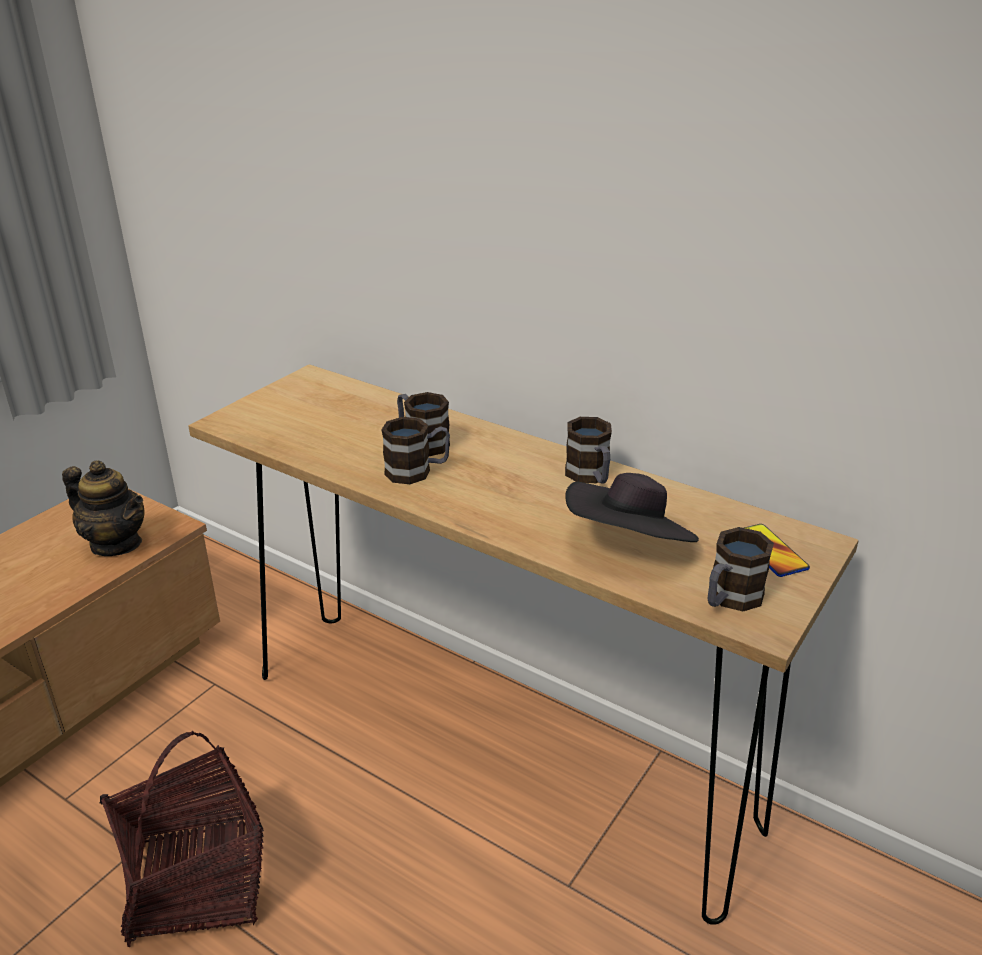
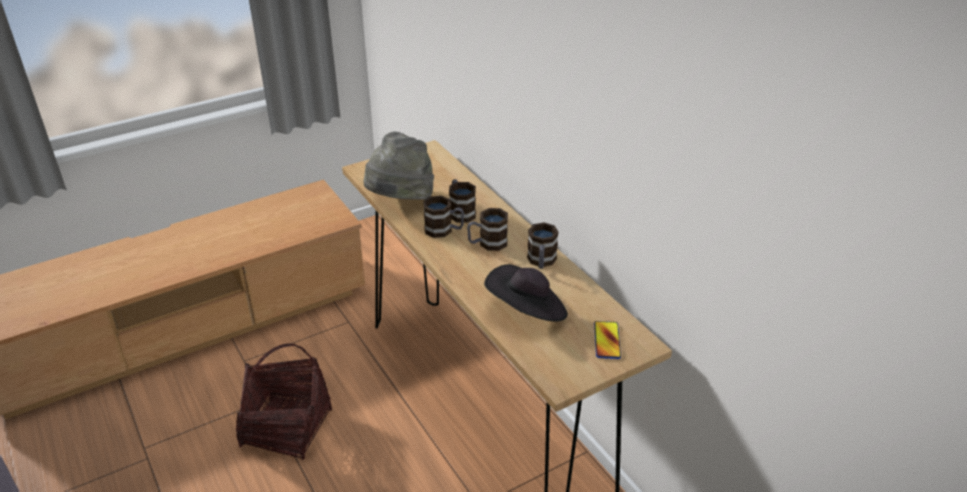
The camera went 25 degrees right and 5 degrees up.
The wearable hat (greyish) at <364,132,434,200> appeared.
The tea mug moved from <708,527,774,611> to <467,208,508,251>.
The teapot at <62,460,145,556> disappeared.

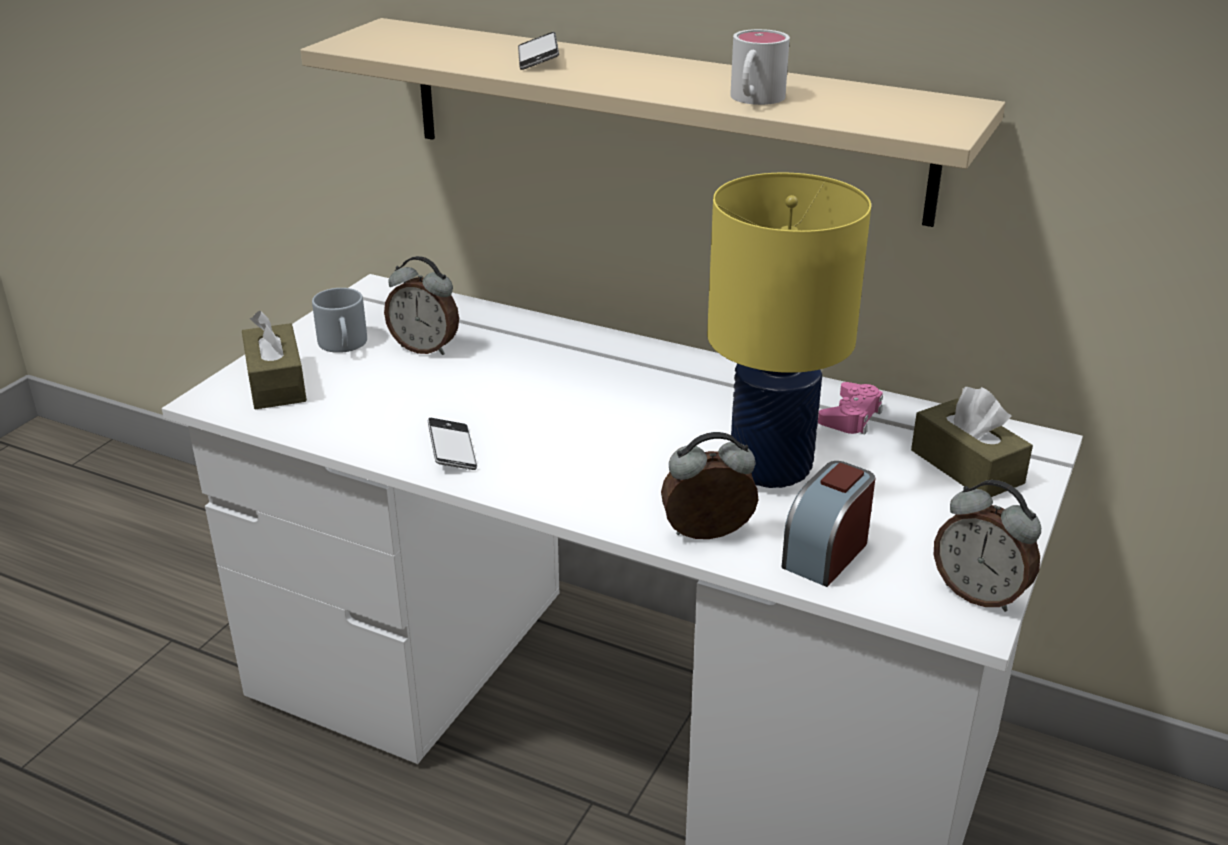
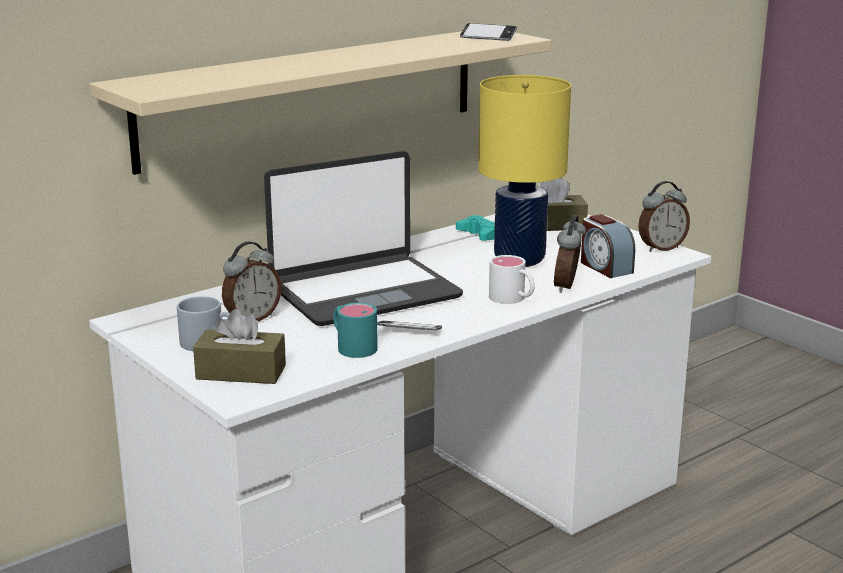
The camera went 65 degrees left and 10 degrees down.
The portable computer at <264,151,463,326> appeared.
The tea mug (turquoise) at <333,303,378,358> appeared.
The game controller (pink) at <818,382,883,434> became the game controller (turquoise) at <456,215,495,241>.
The phone moved from <518,32,559,70> to <460,23,517,41>.
The tea mug (white-coloured) moved from <730,29,790,105> to <489,255,535,304>.

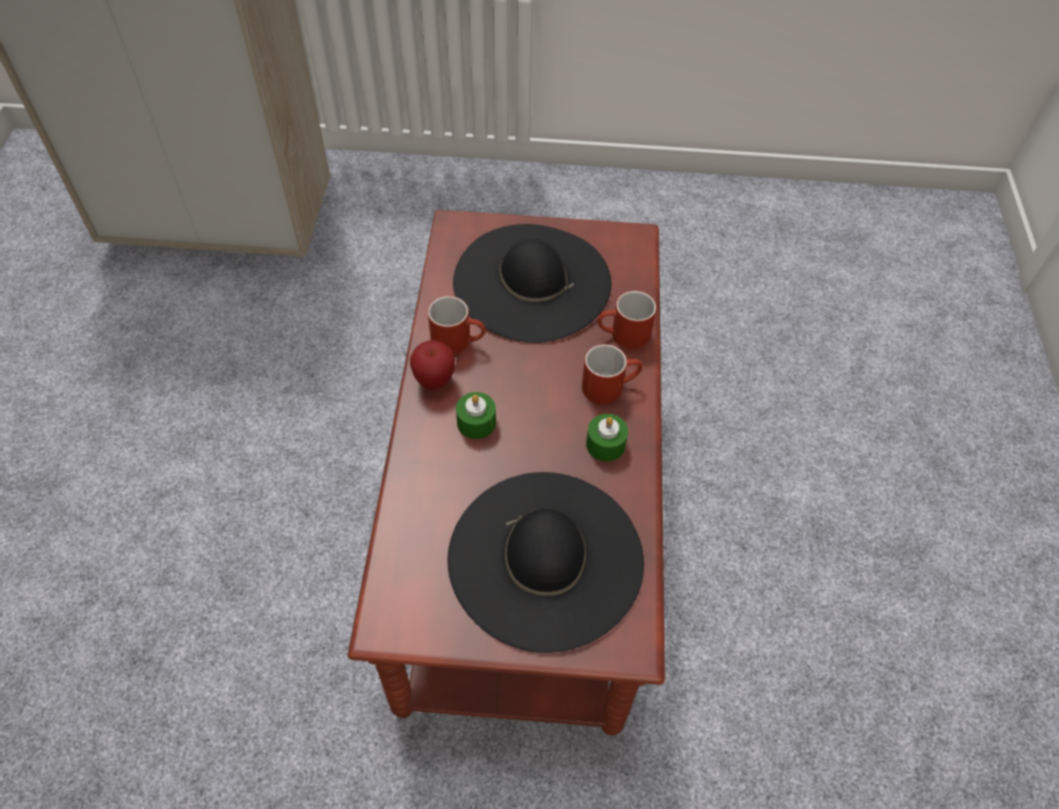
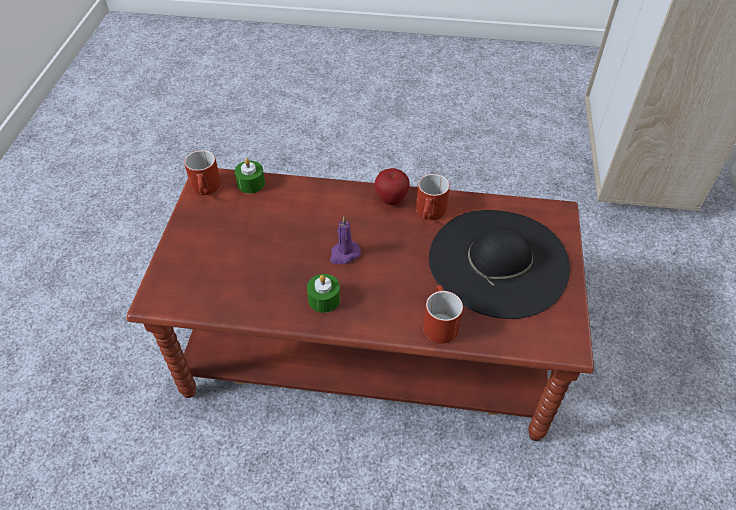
The camera went 95 degrees right and 5 degrees down.
The tea mug (red-coloured) moved from <582,344,643,404> to <184,150,221,195>.
The candle (green) moved from <456,392,496,439> to <235,158,265,193>.
The candle (purple-coloured) at <330,217,361,264> appeared.
The wearable hat (black) at <448,472,644,653> disappeared.

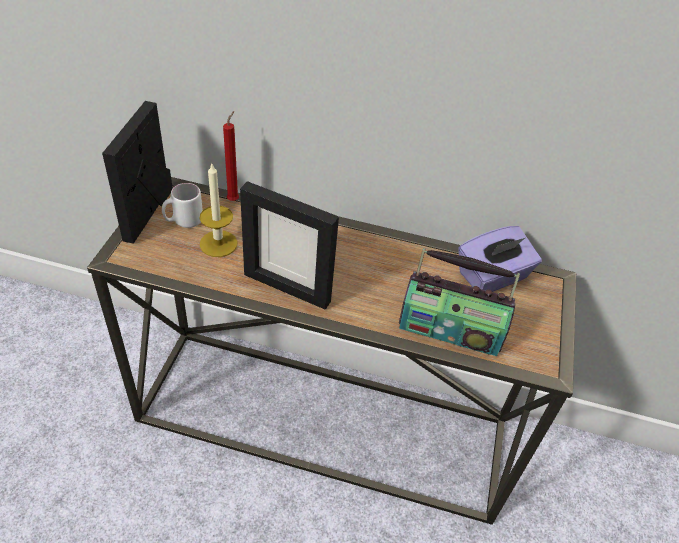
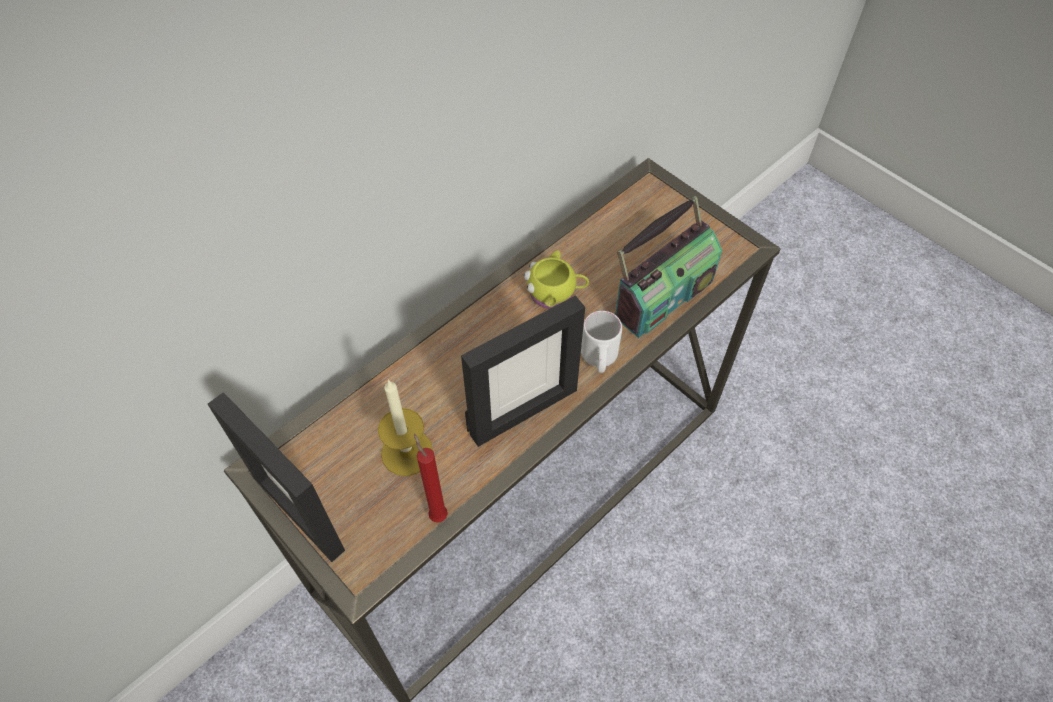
The camera went 55 degrees left and 10 degrees up.
The candle (red-coloured) moved from <223,111,239,201> to <414,434,448,523>.
The tea mug (yellow-coloured) at <524,251,589,309> appeared.
The tea mug (white-coloured) moved from <162,183,203,228> to <581,311,622,373>.
The tissue holder (purple-coloured) at <459,226,542,292> disappeared.

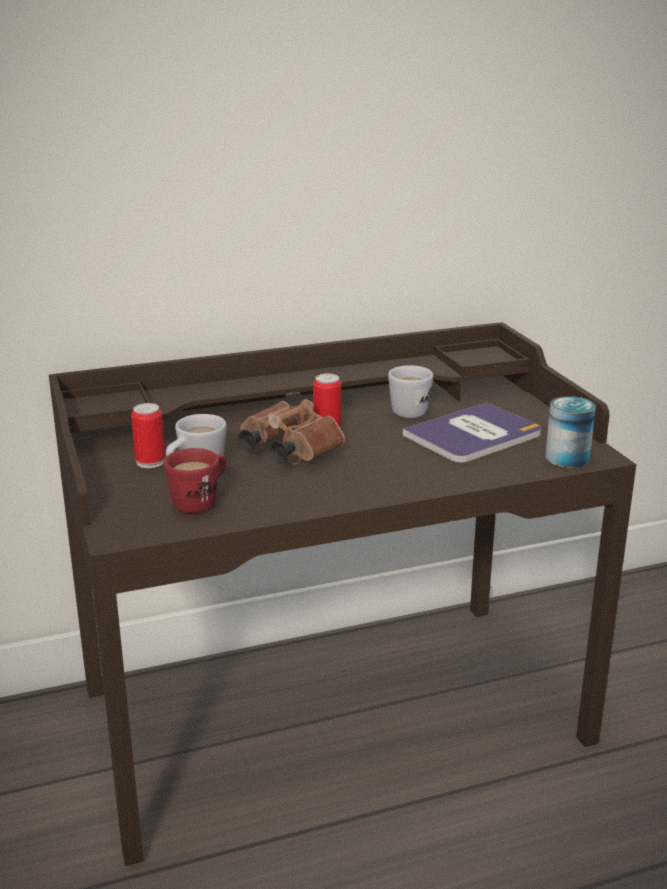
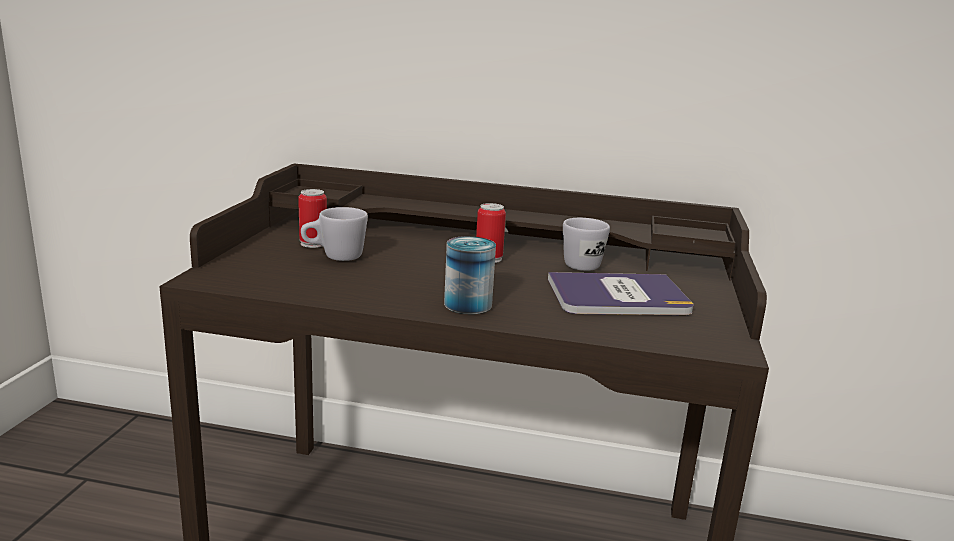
The camera went 30 degrees right and 5 degrees down.
The metal can moved from <545,396,596,468> to <444,236,496,314>.
The tea mug (red-coloured) at <164,448,226,513> disappeared.
The binoculars (brown) at <238,399,345,465> disappeared.

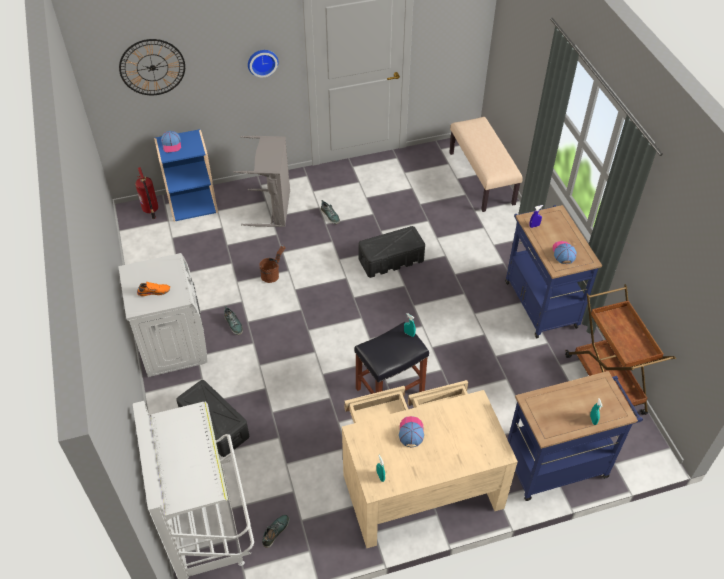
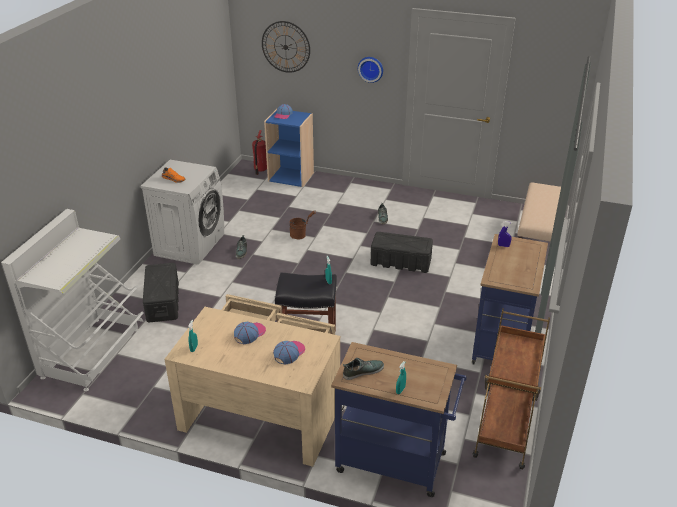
The camera went 35 degrees right and 15 degrees down.
The peaked cap moved from <552,241,577,264> to <273,341,305,365>.
The shoe moved from <262,515,290,548> to <343,358,384,380>.
The washing basket (greyish) at <233,135,290,227> disappeared.

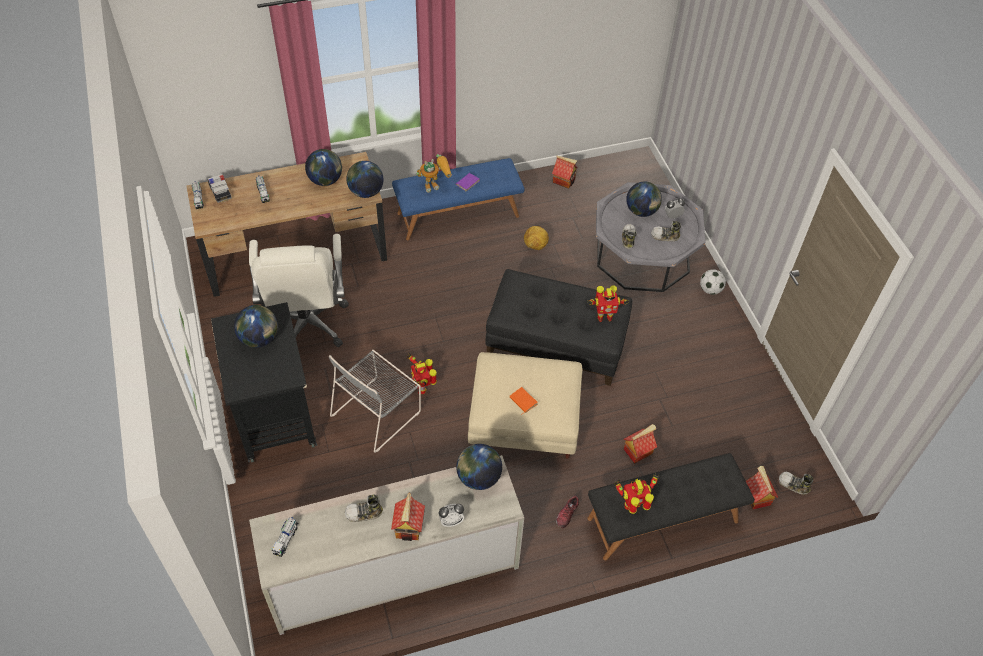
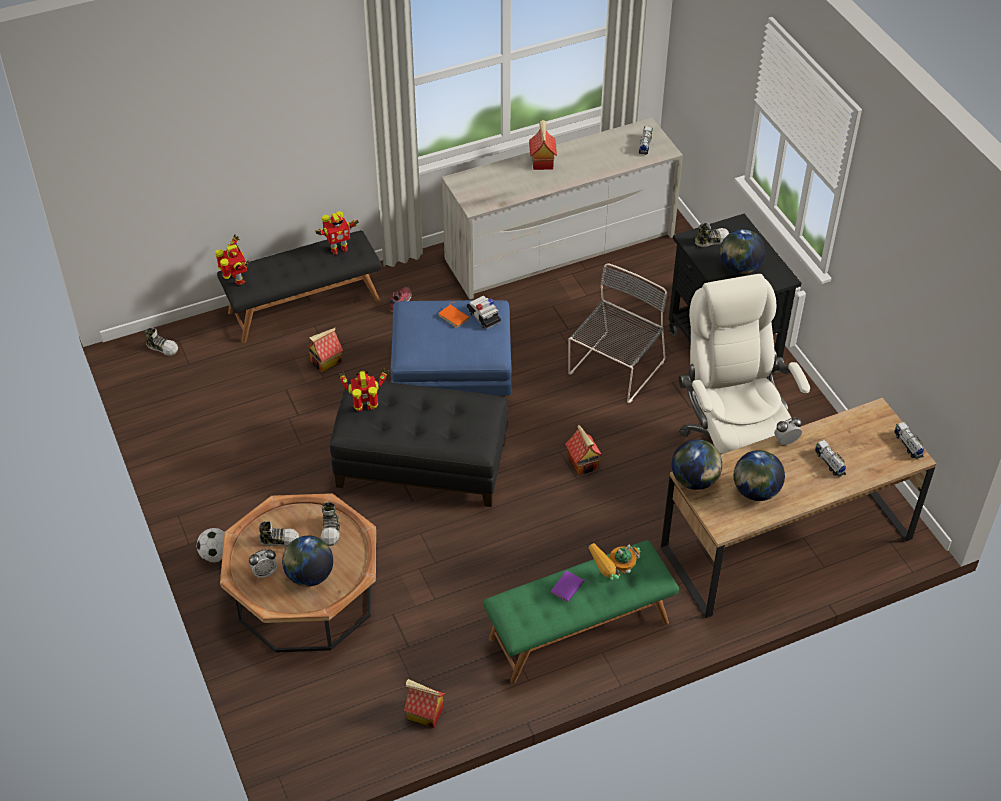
The camera went 175 degrees right and 5 degrees down.
The toy robot moved from <407,353,437,394> to <215,234,250,285>.
The low table (greyish) at <596,182,705,292> became the low table (brown) at <220,493,376,653>.
The pouffe (beige) at <468,352,582,459> became the pouffe (blue) at <391,300,512,397>.
The miniature car moved from <208,174,232,203> to <467,296,501,329>.
The long seat (blue) at <392,158,525,240> became the long seat (green) at <483,540,679,683>.
The miniature house moved from <746,466,778,510> to <565,424,602,475>.
The shoe moved from <344,495,383,522> to <695,223,729,247>.
The table clock moved from <438,504,464,527> to <774,417,802,445>.
The desk globe at <456,444,502,490> disappeared.
The football ball at <524,226,549,250> disappeared.

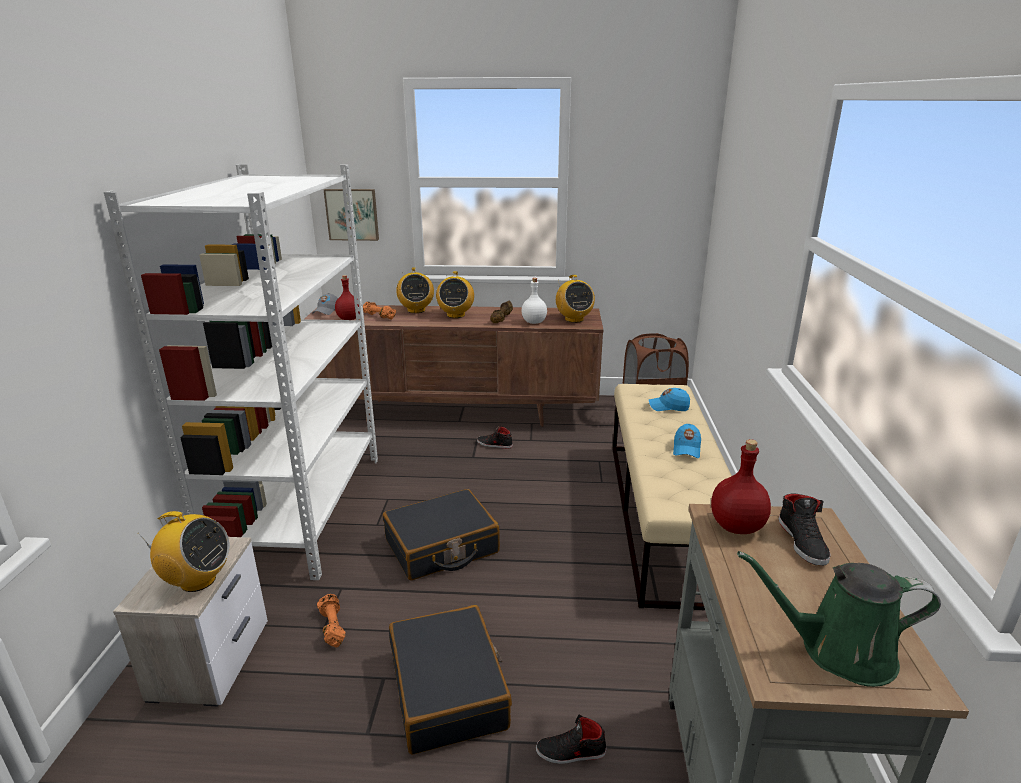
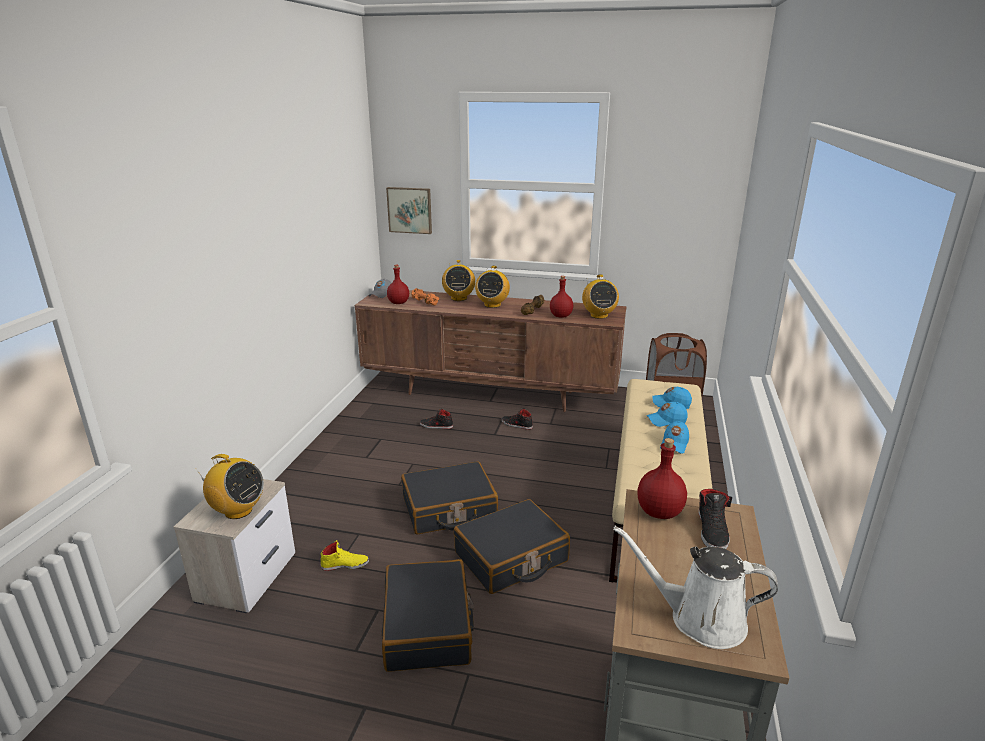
The camera went 10 degrees right and 0 degrees up.
The free weight (orangey) at <317,594,346,648> was replaced by the shoe (yellow-coloured) at <320,540,369,571>.
The shoe (black) moved from <536,714,606,764> to <420,408,453,429>.
The travel case (black) at <454,499,570,594> appeared.
The drink bottle (white-coloured) at <521,278,547,324> became the drink bottle (red-coloured) at <550,276,573,318>.
The watering can (green) at <737,551,941,687> became the watering can (white-coloured) at <613,526,778,649>.
The peaked cap (blue) at <647,402,688,427> appeared.
The bookshelf (white-coloured) at <104,164,378,580> disappeared.

